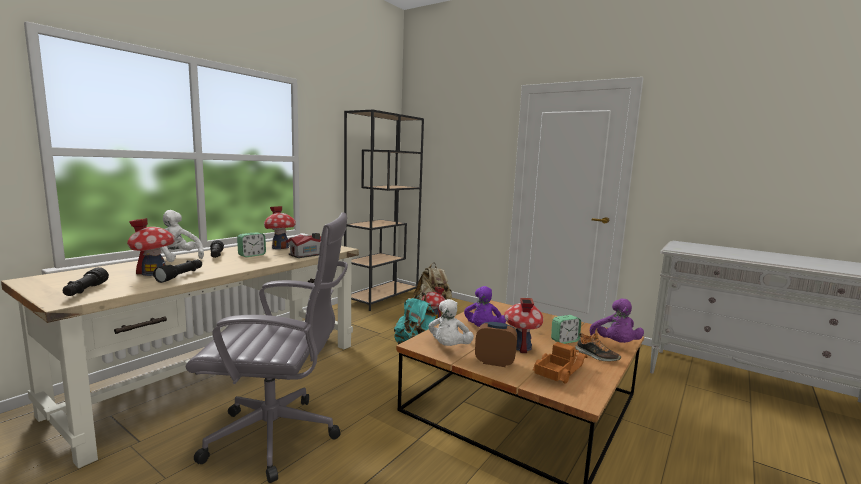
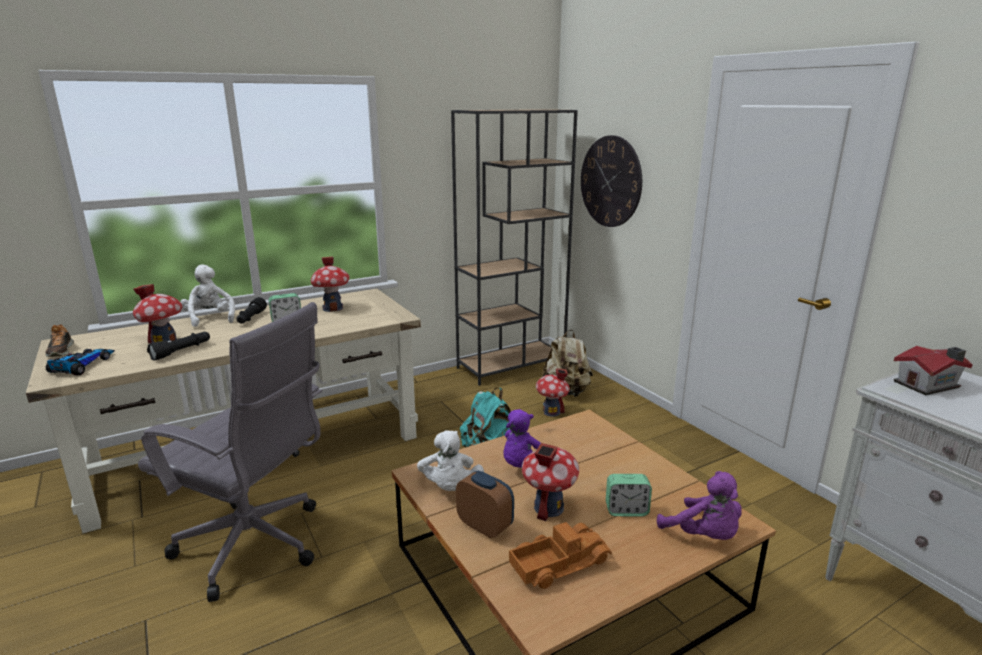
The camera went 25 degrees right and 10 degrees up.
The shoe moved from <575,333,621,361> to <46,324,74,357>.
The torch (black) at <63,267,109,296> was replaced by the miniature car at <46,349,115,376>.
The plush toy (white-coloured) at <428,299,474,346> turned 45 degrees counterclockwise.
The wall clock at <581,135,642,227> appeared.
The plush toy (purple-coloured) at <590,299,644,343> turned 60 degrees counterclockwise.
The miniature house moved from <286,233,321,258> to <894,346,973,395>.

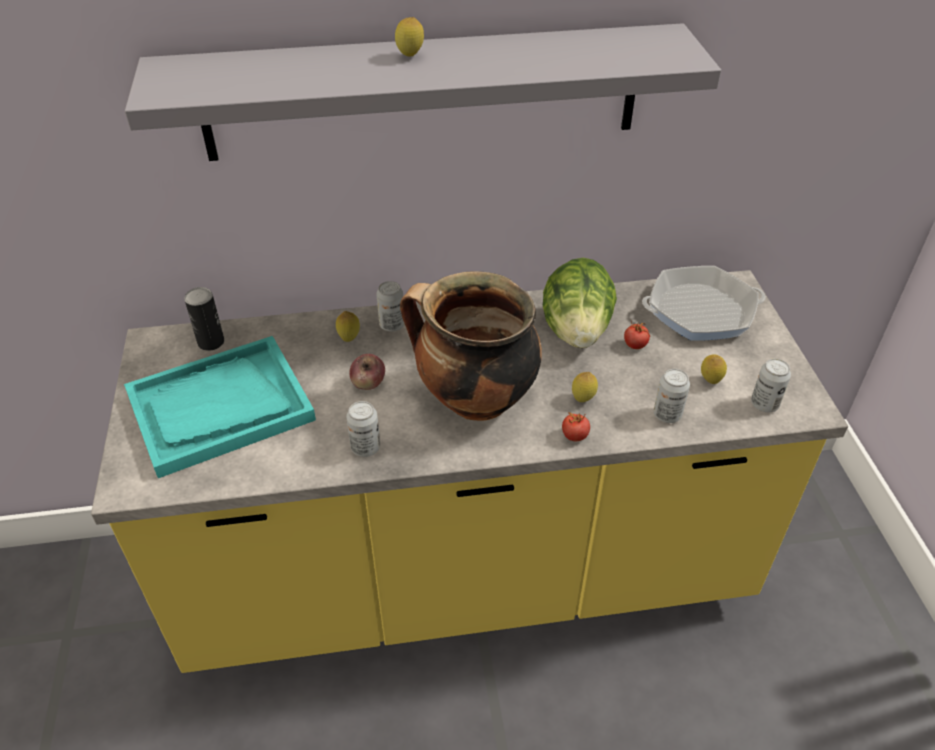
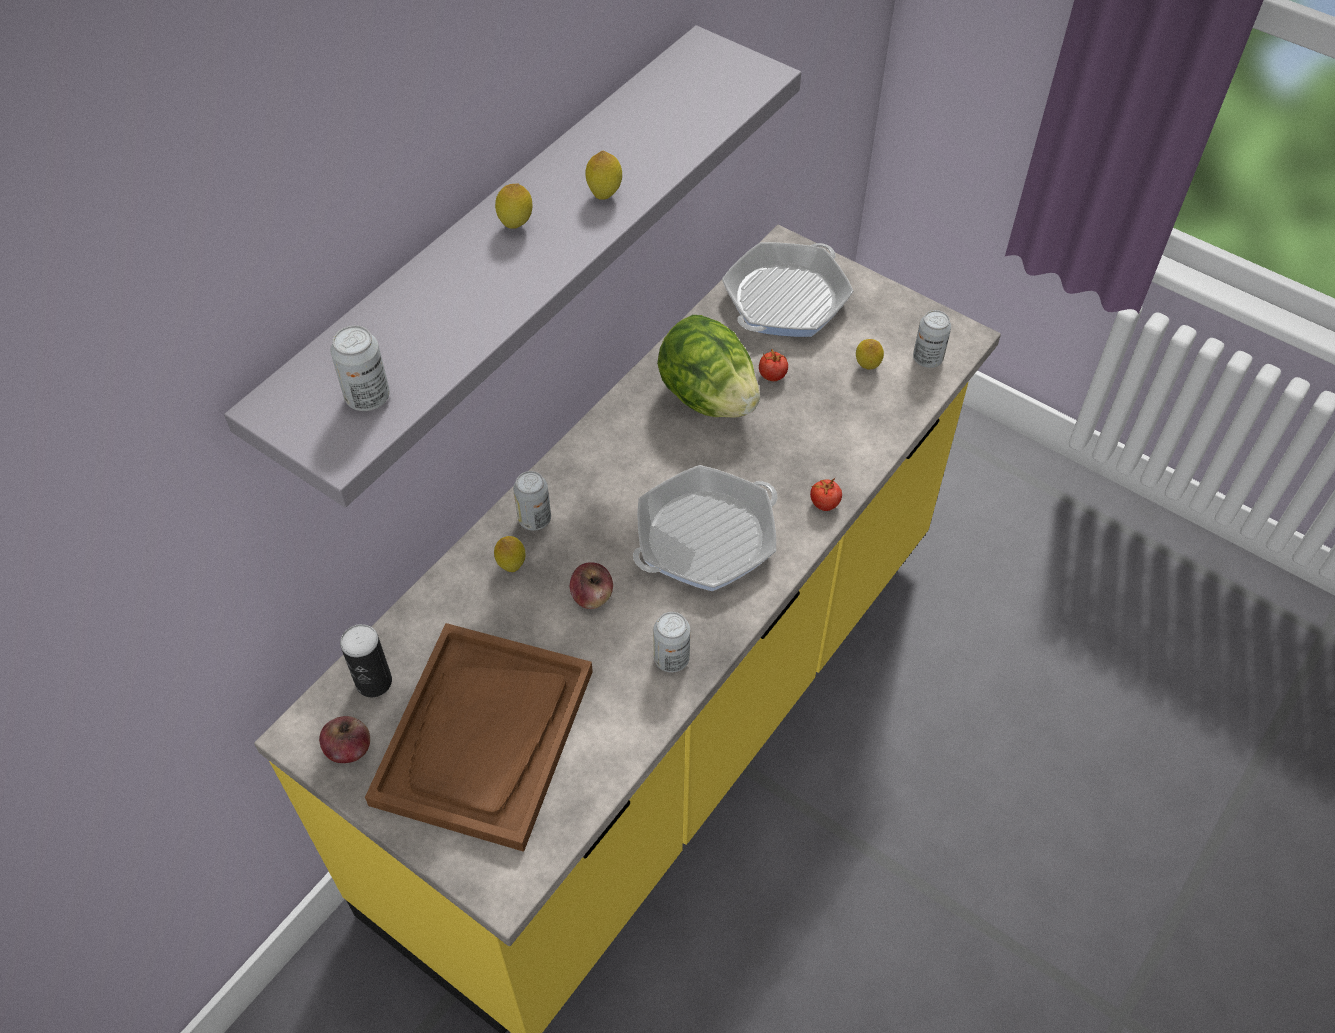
The camera went 45 degrees left and 10 degrees up.
The whole apple at <319,716,370,763> appeared.
The metal can moved from <654,369,690,423> to <330,325,390,411>.
The tray (turquoise) at <124,336,316,478> became the tray (brown) at <365,623,593,852>.
The whole lemon moved from <572,372,598,402> to <586,151,622,200>.
The stockpot at <400,271,542,421> was replaced by the skillet at <633,465,778,591>.

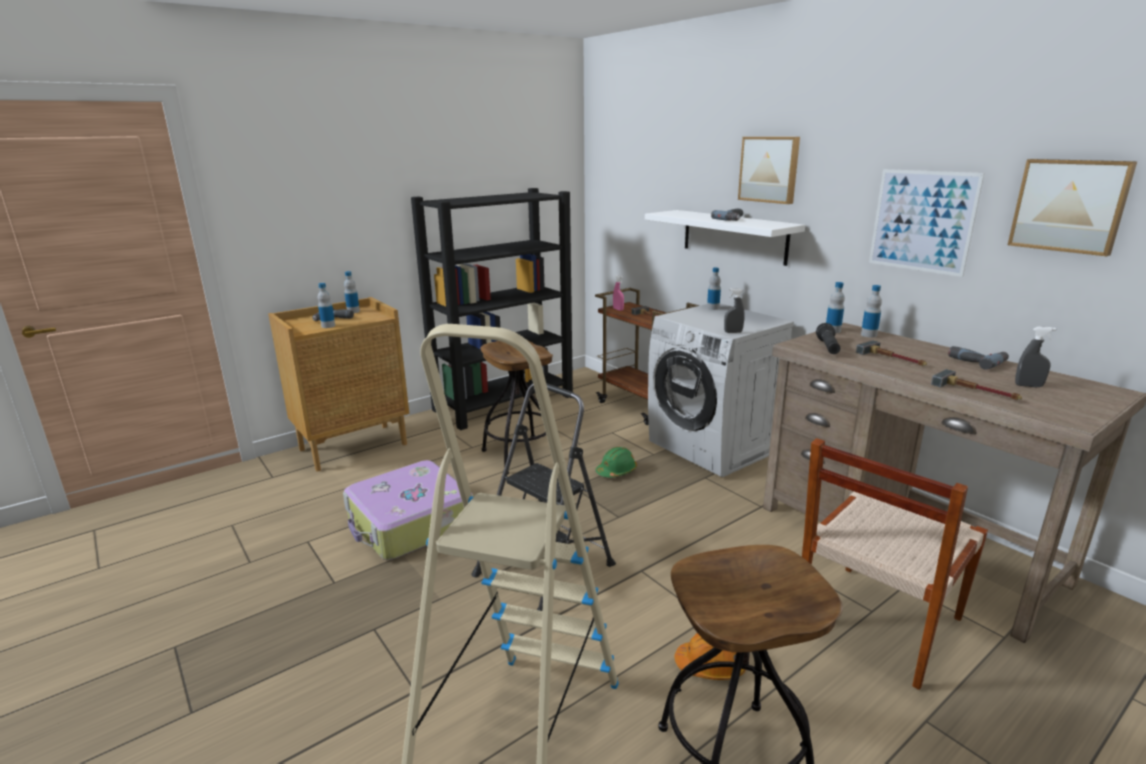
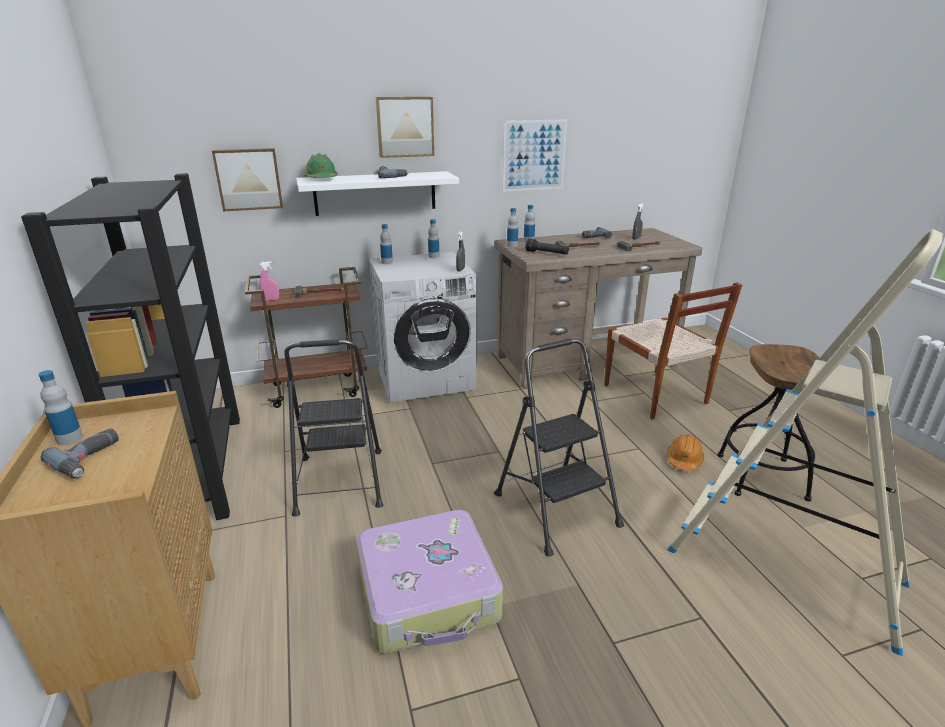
The camera went 70 degrees left and 5 degrees up.
The picture moved from <1008,159,1137,256> to <212,148,283,211>.
The stool seat (brown) at <480,340,553,475> was replaced by the stepladder (black) at <284,339,383,517>.
The work helmet (green) moved from <596,447,637,478> to <304,153,338,178>.
The drink bottle moved from <318,283,335,328> to <428,219,440,258>.

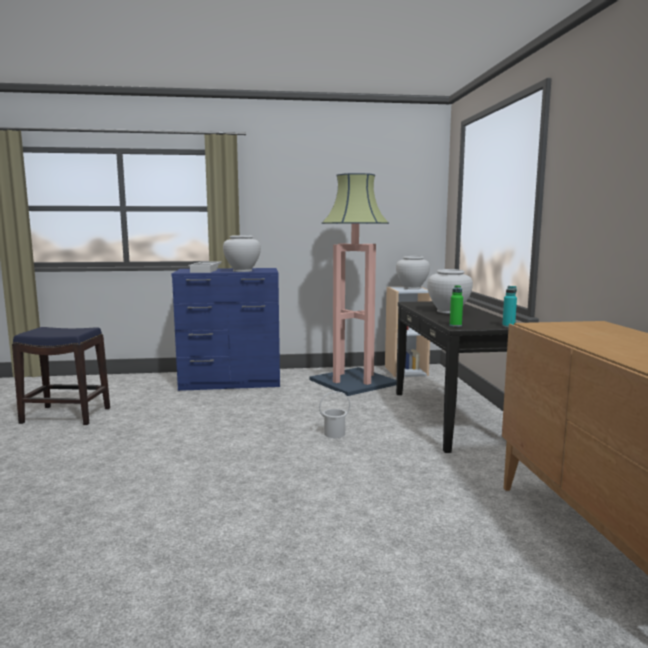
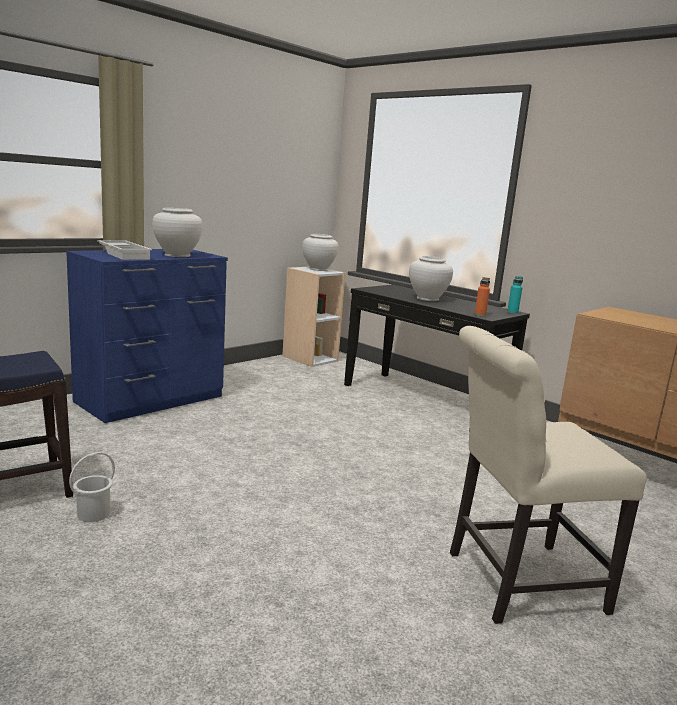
The camera went 40 degrees left and 5 degrees up.
The water bucket (white-coloured) moved from <319,391,350,438> to <69,452,115,522>.
The upright chair (beige) at <450,326,647,624> appeared.
The drink bottle (green) at <450,285,463,327> became the drink bottle (orangey) at <475,277,490,316>.
The floor lamp at <310,173,397,396> disappeared.

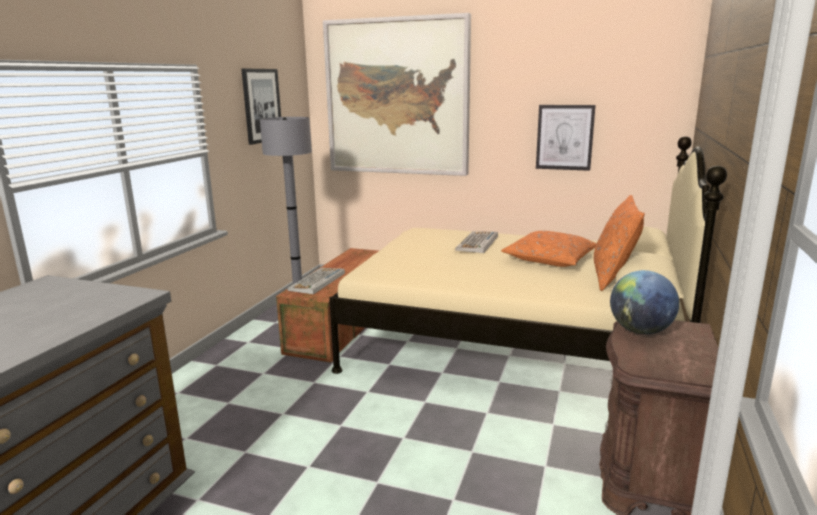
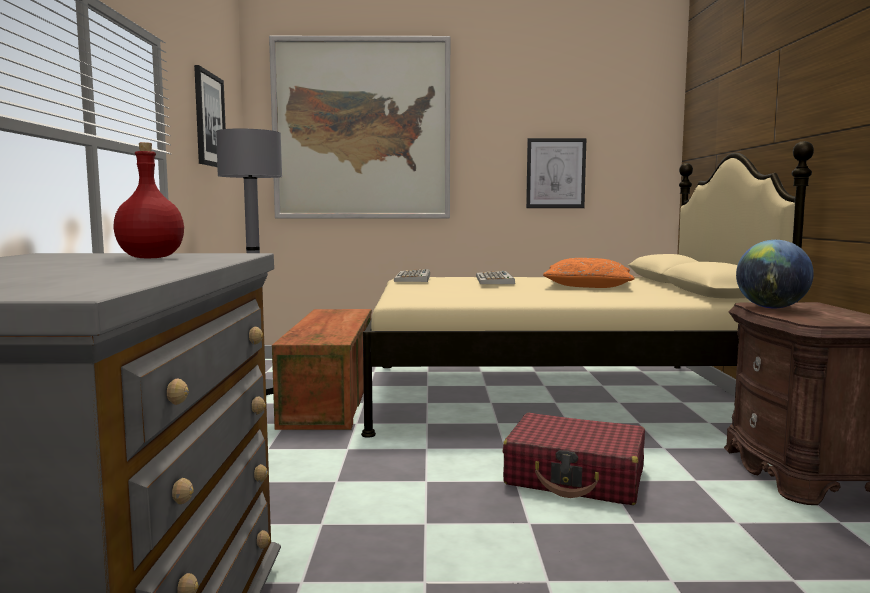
The camera went 20 degrees left and 10 degrees down.
The drink bottle (red-coloured) at <113,142,184,258> appeared.
The keyboard moved from <287,268,345,294> to <394,269,430,282>.
The travel case (red-coloured) at <503,413,645,505> appeared.
The pillow (orangey) at <594,195,645,291> disappeared.

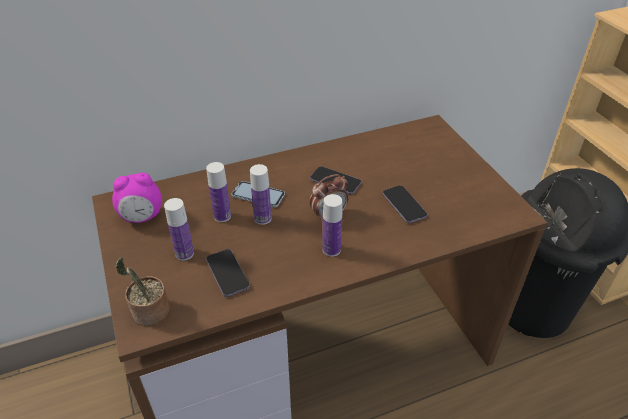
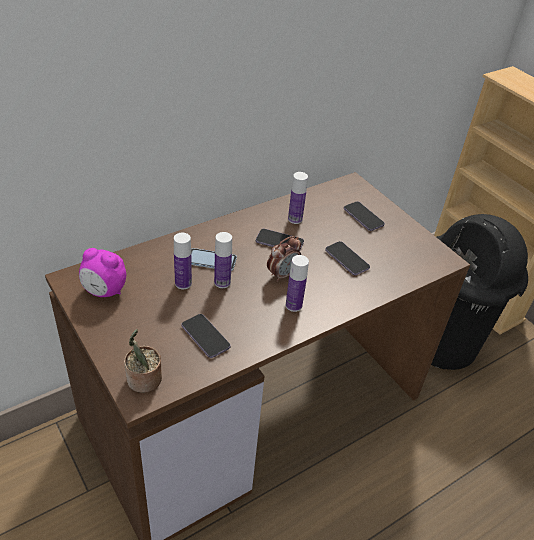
The camera went 15 degrees left and 0 degrees up.
The table clock at <112,173,162,223> turned 45 degrees clockwise.
The drink bottle moved from <164,198,194,261> to <288,172,308,224>.
The phone at <344,201,385,231> appeared.

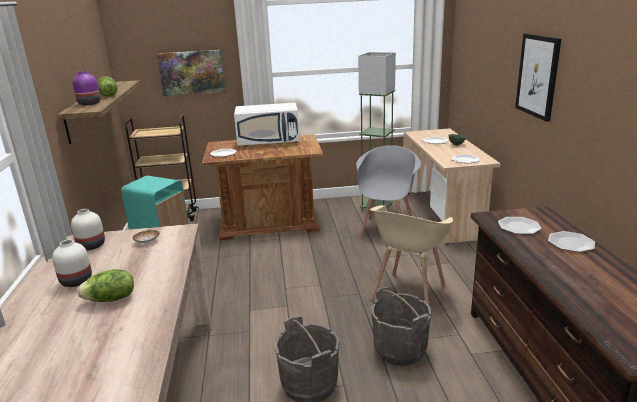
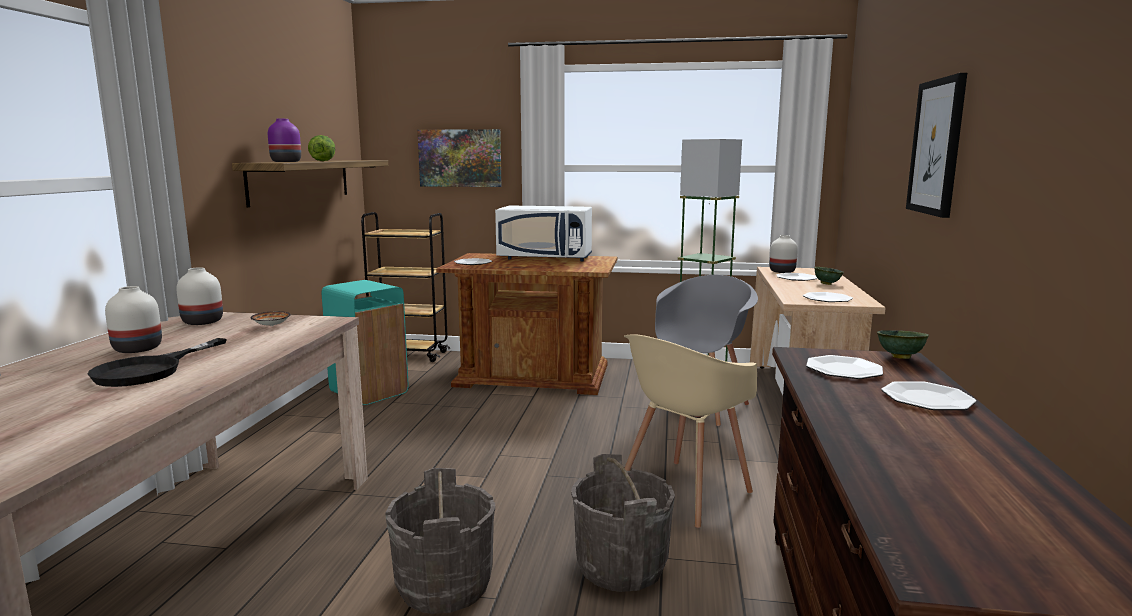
The camera went 15 degrees right and 10 degrees down.
The head of lettuce at <77,269,134,302> was replaced by the skillet (black) at <88,338,227,387>.
The vase (white-coloured) at <769,235,798,273> appeared.
The bowl (green) at <877,330,929,359> appeared.

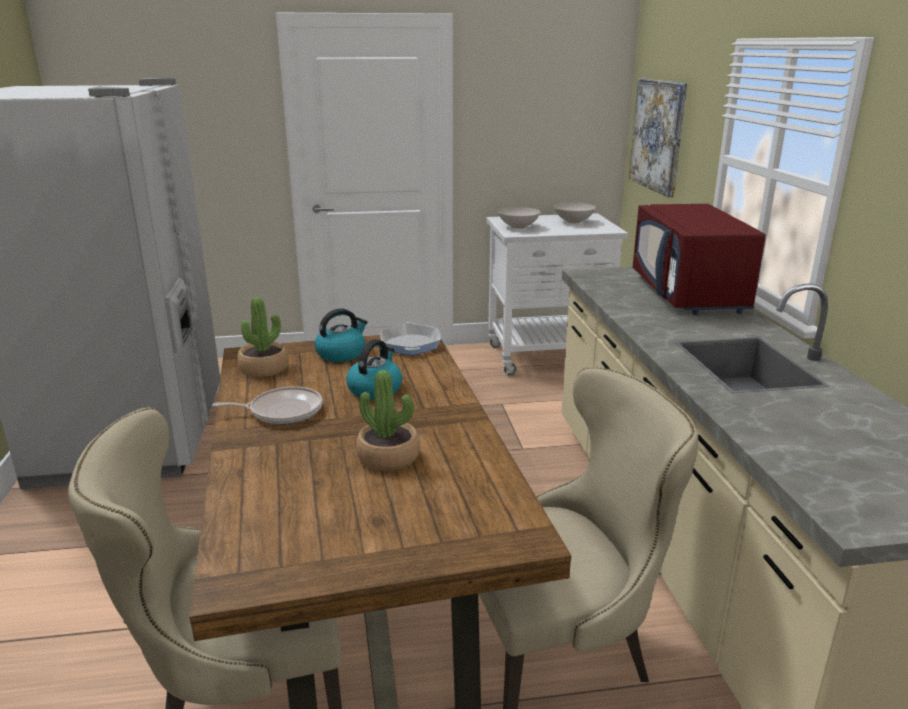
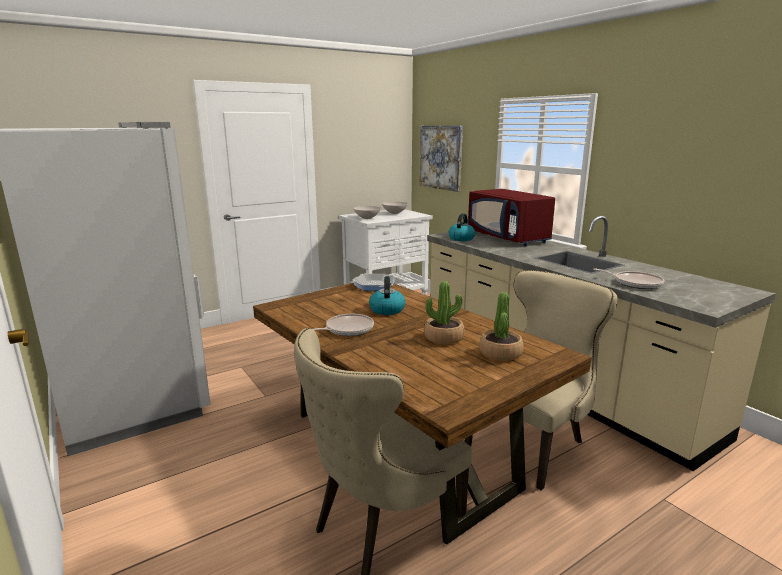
The camera went 25 degrees left and 5 degrees down.
The water kettle moved from <314,309,368,362> to <449,213,475,241>.
The potted plant moved from <237,297,289,377> to <479,292,523,361>.
The skillet at <593,268,665,289> appeared.

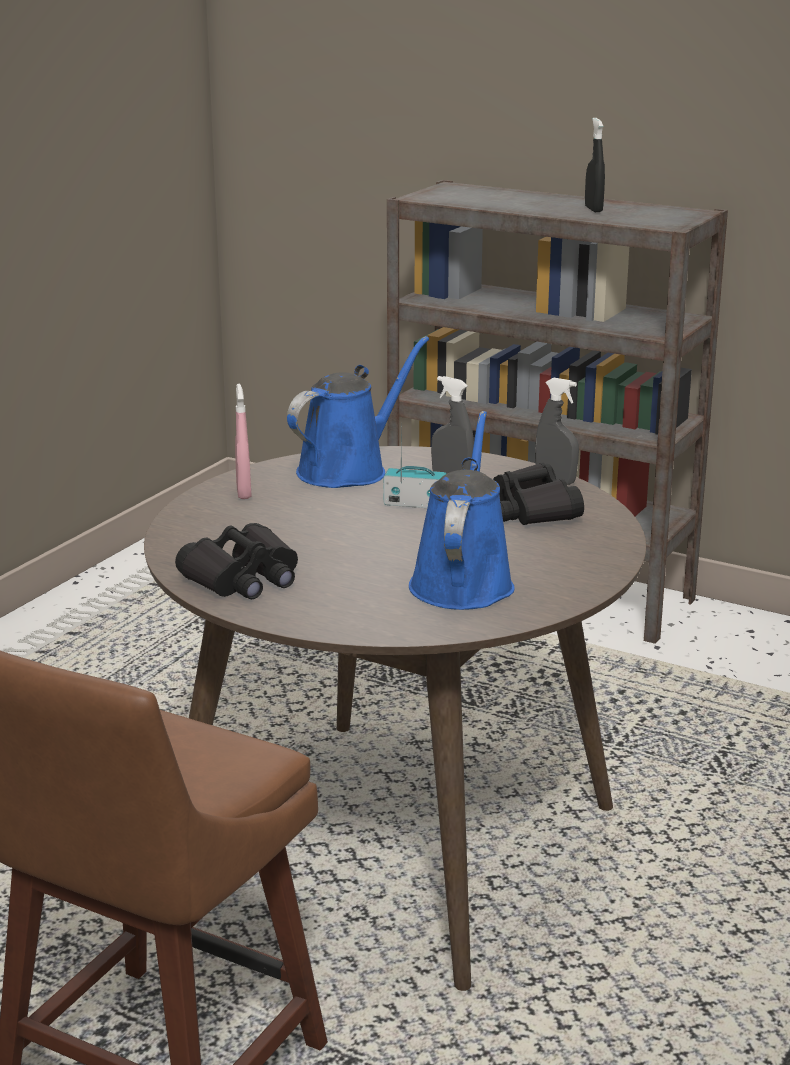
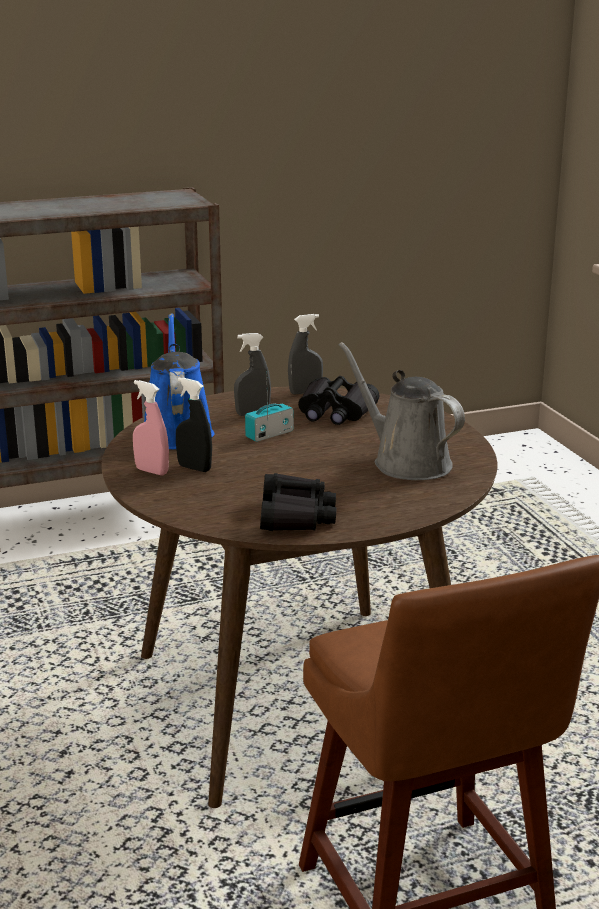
The camera went 50 degrees left and 0 degrees up.
The sprayer (black) moved from <585,118,605,212> to <176,377,212,472>.
The watering can (blue) at <409,411,515,610> became the watering can (greyish) at <339,342,465,480>.

